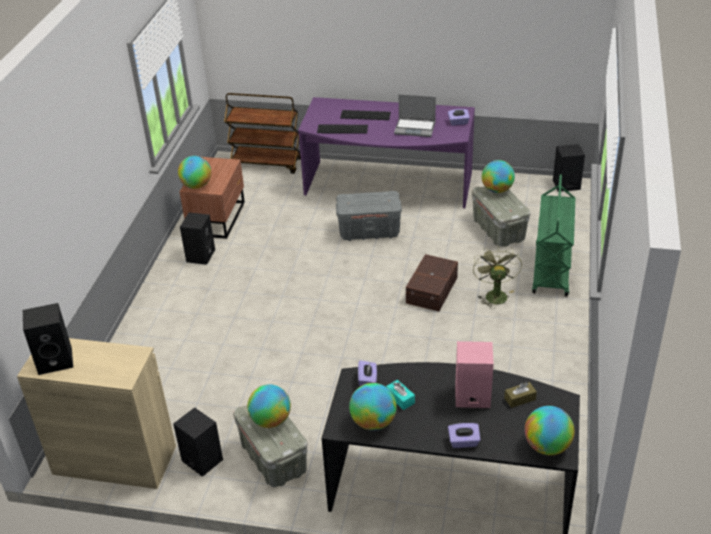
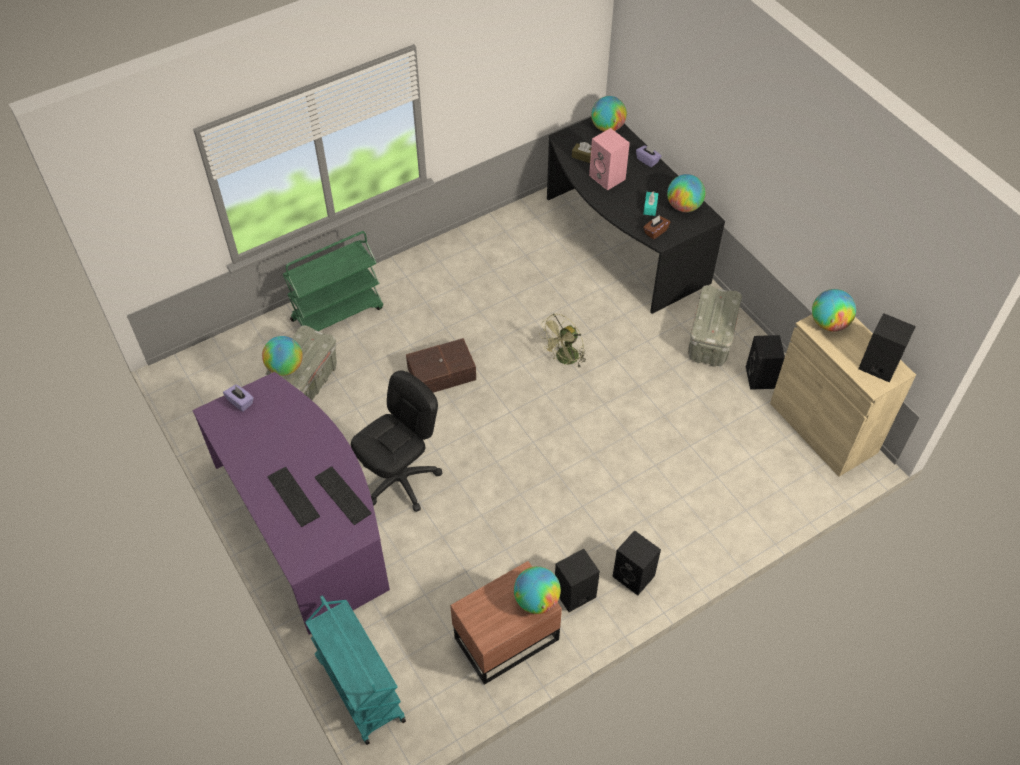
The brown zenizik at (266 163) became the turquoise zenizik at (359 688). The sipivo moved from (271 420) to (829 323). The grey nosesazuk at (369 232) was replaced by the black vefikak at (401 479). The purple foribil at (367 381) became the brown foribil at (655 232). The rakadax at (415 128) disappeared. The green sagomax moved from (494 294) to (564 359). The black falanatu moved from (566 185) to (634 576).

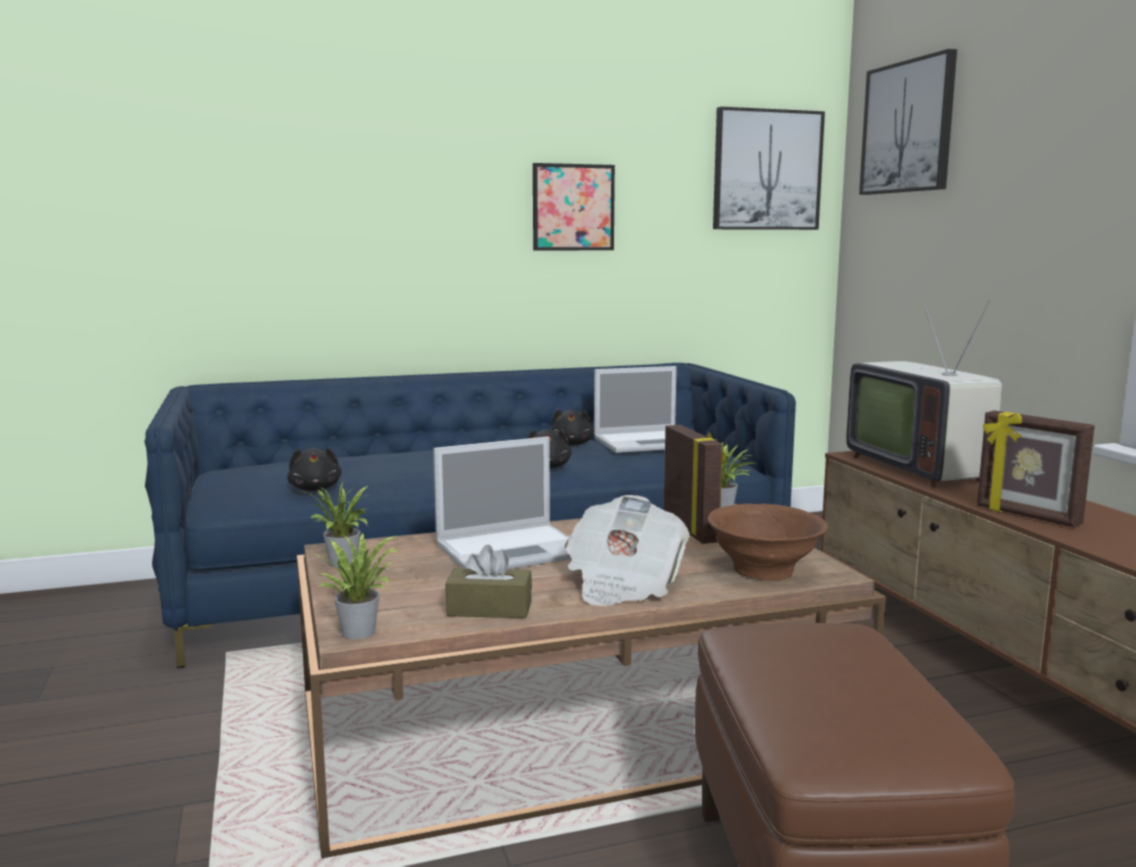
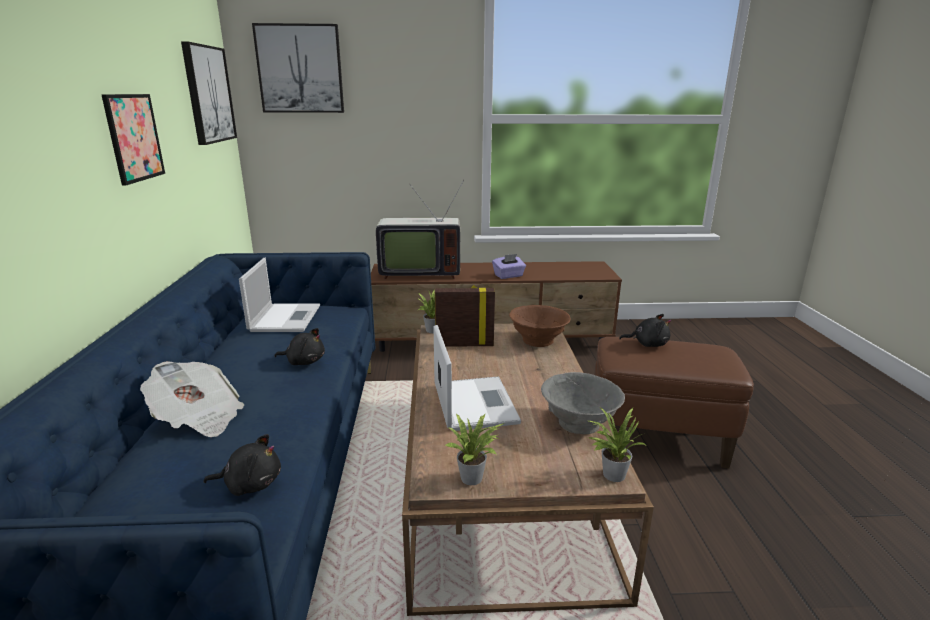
The brown foribil at (489 609) was replaced by the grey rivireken at (579 423). The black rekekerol moved from (571 444) to (647 344). The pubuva moved from (623 583) to (198 418). The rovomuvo at (1027 516) was replaced by the purple foribil at (508 276).

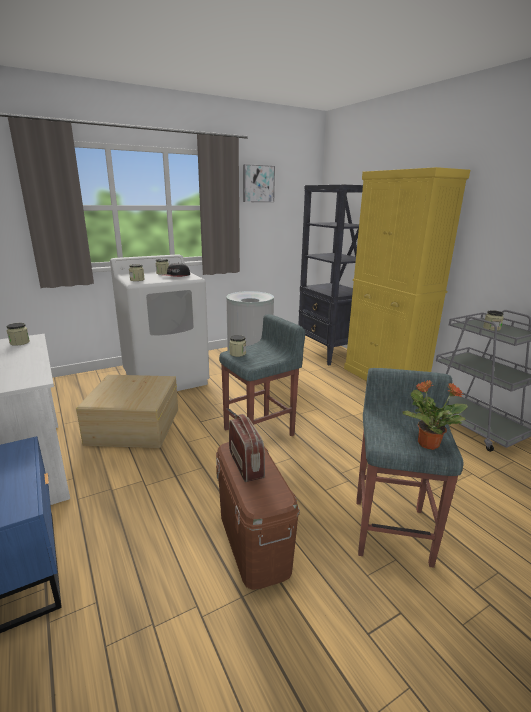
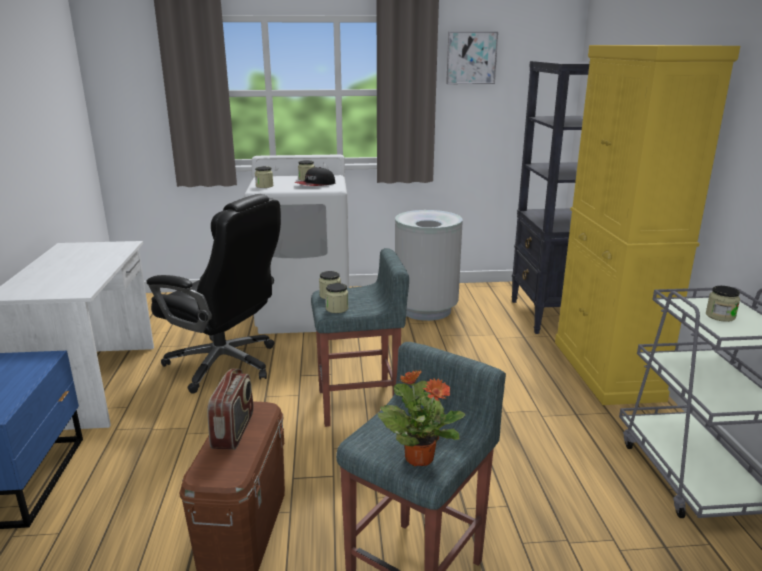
The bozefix moved from (19 342) to (337 309). The beige nosesazuk at (133 426) was replaced by the black vefikak at (225 364).

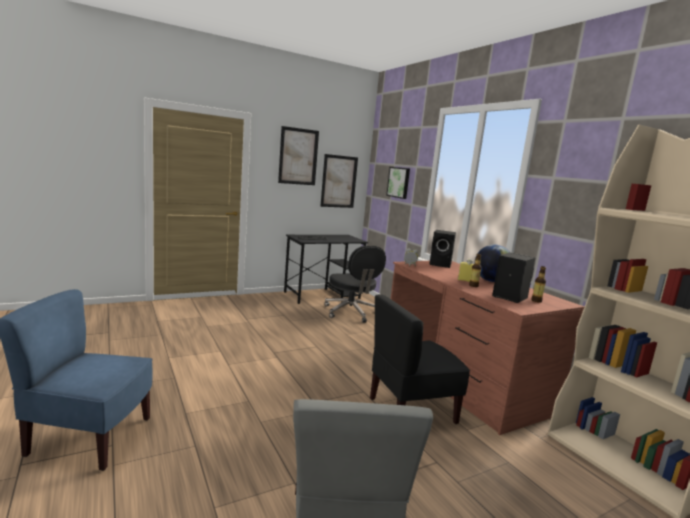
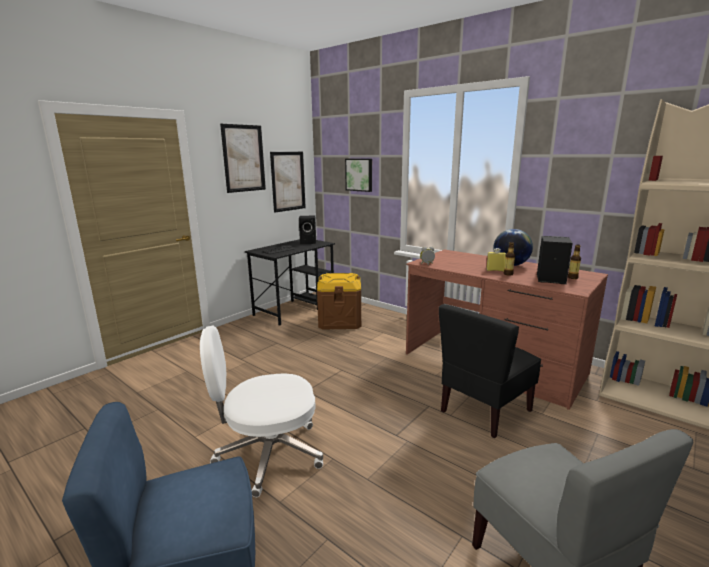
The black vefikak at (351 312) was replaced by the brown nosesazuk at (340 321). The black falanatu moved from (441 264) to (309 242). The white vefikak at (268 454) appeared.

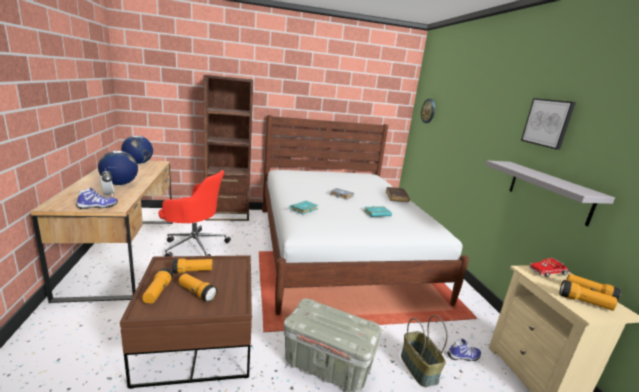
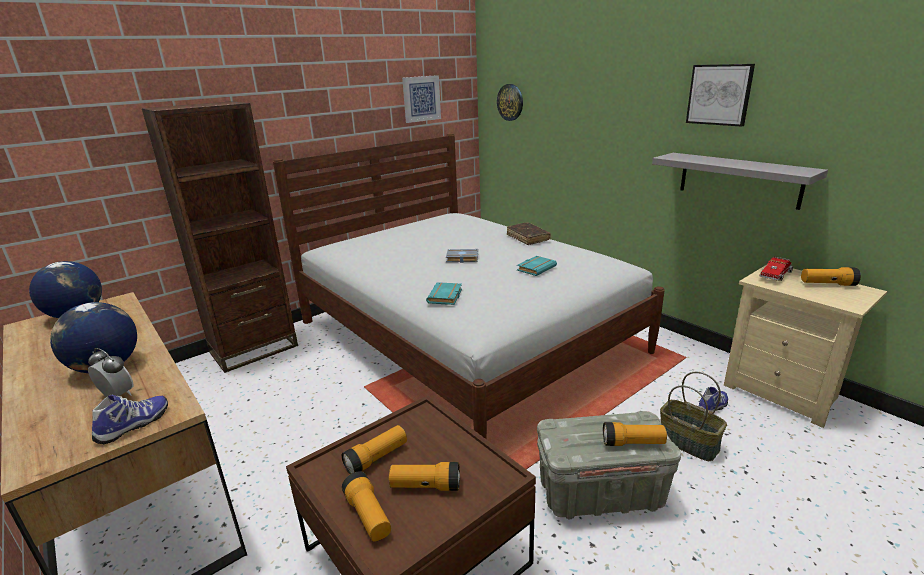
The red vefikak at (194 245) disappeared. The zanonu moved from (584 302) to (633 443). The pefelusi at (421 98) appeared.

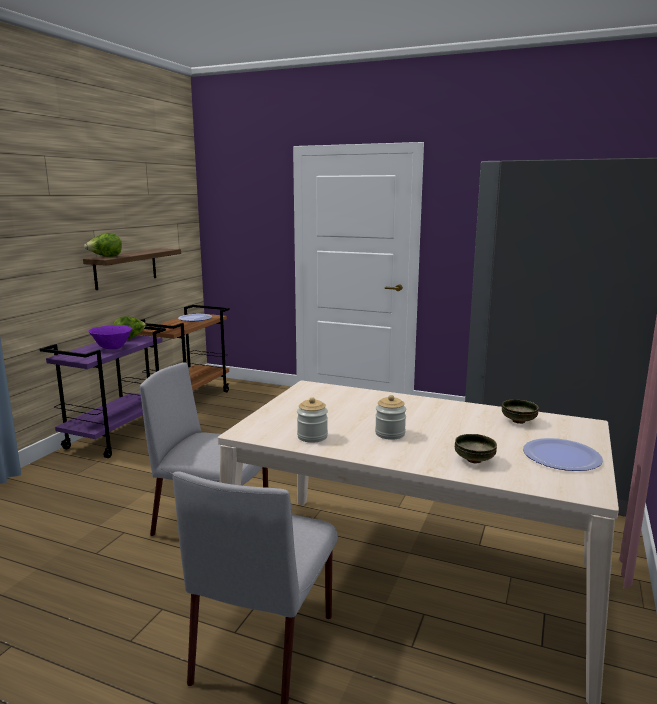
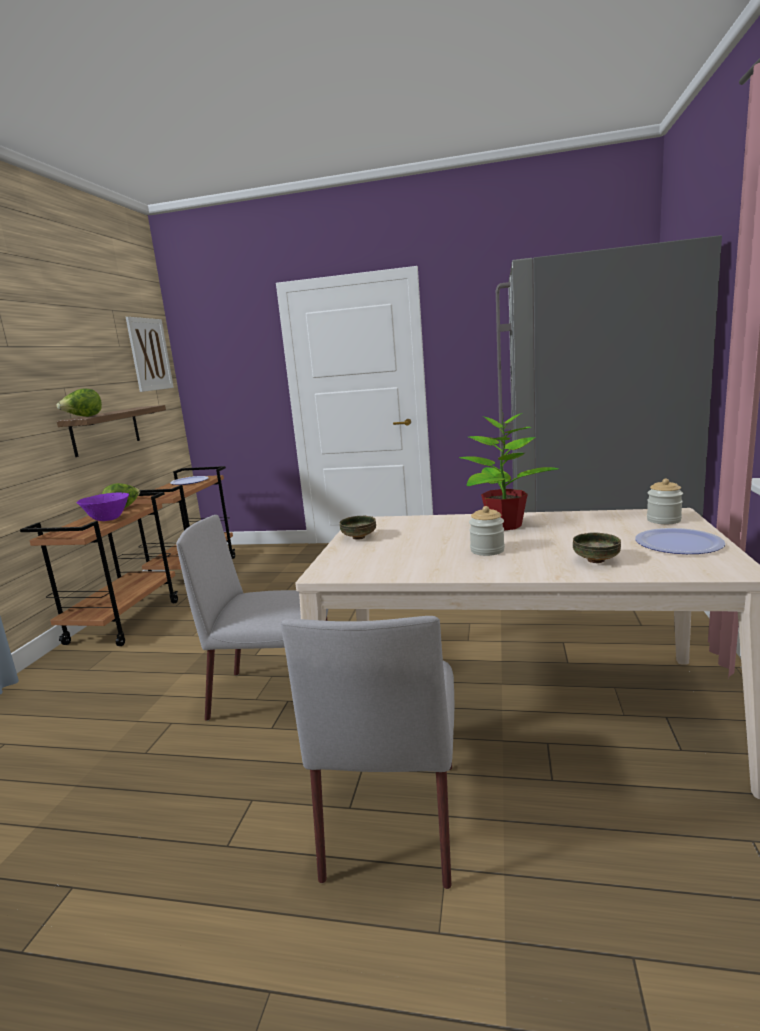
The purple zenizik at (117 436) became the brown zenizik at (124 621). The bozefix moved from (312 436) to (663 520). The rivireken moved from (519 421) to (359 537). The pefelusi at (149 354) appeared. The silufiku at (503 525) appeared.

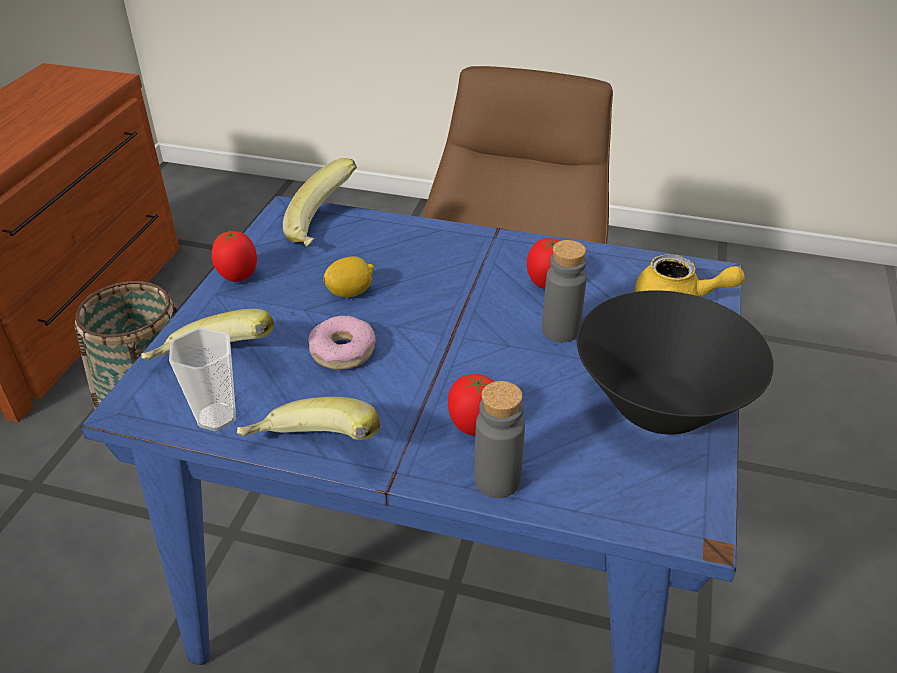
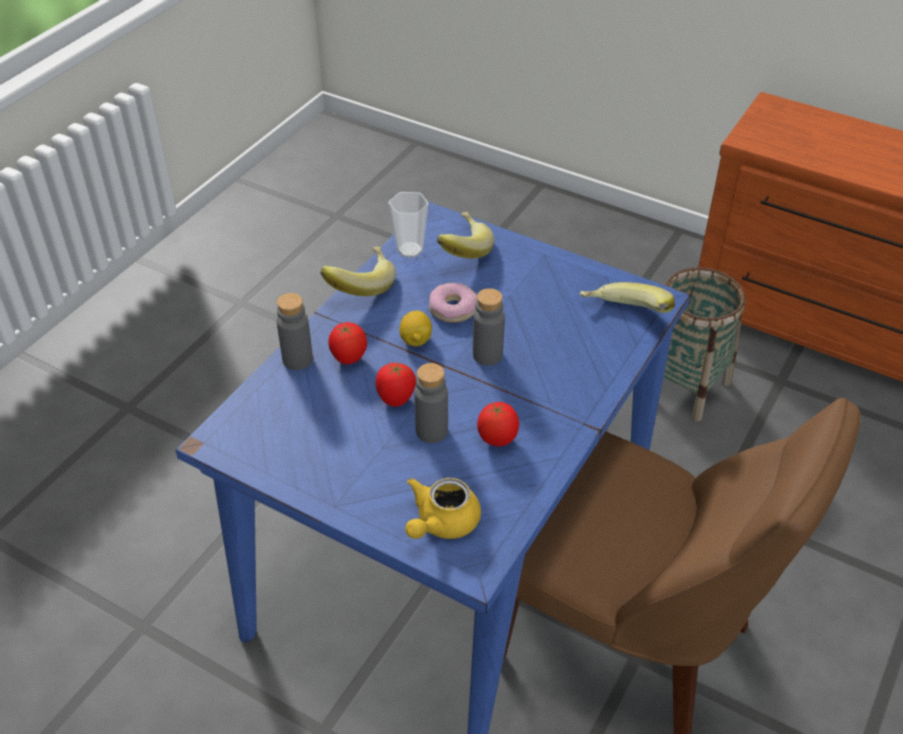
The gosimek moved from (238 277) to (396 400). The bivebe moved from (350 292) to (416 340). The black rivireken at (660 405) disappeared. The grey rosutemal at (487 355) appeared.

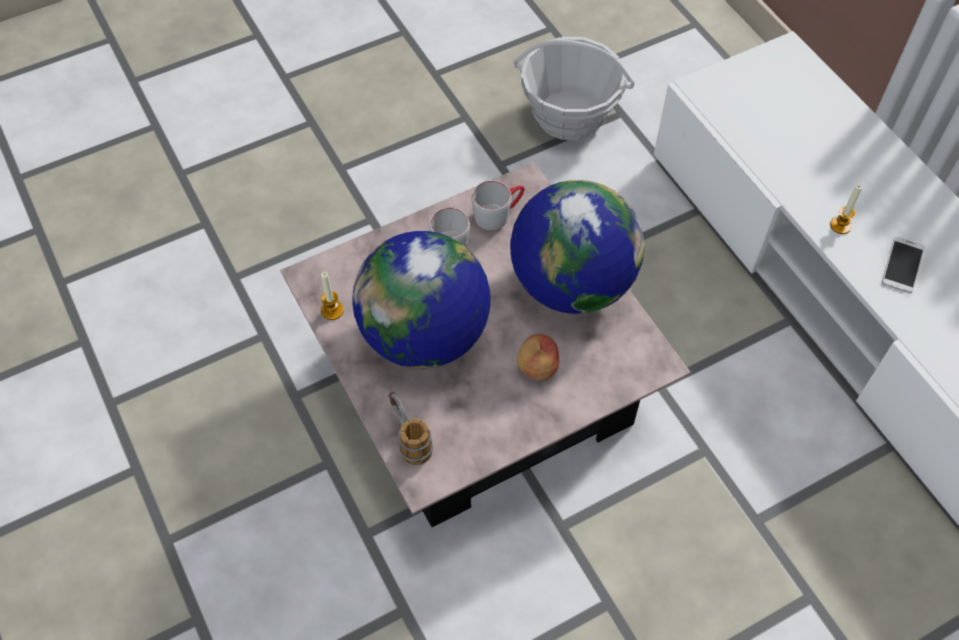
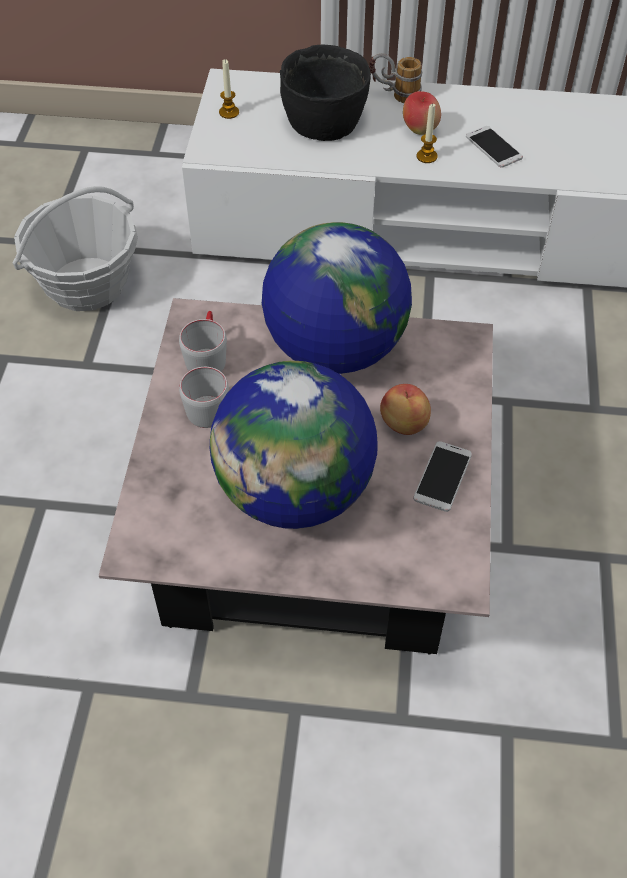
The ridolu moved from (332 310) to (229 112). The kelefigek moved from (409 439) to (394 95). The black rivireken at (325 120) appeared. The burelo at (420 130) appeared. The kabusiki at (442 476) appeared.

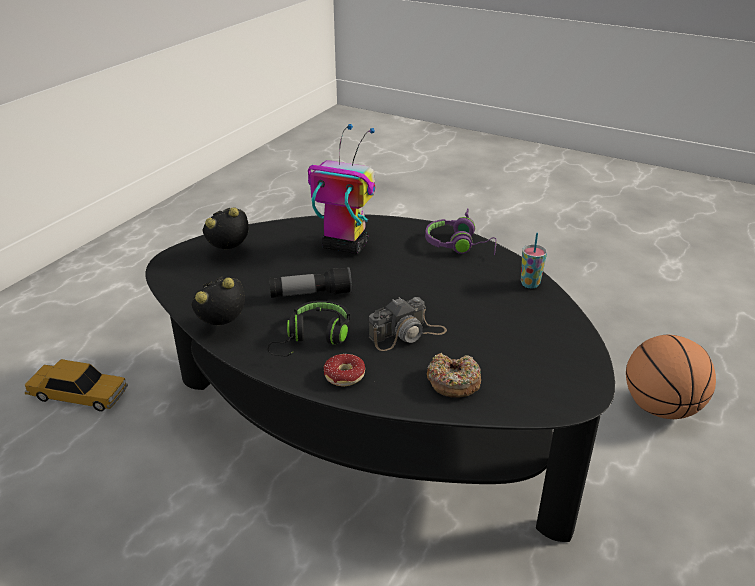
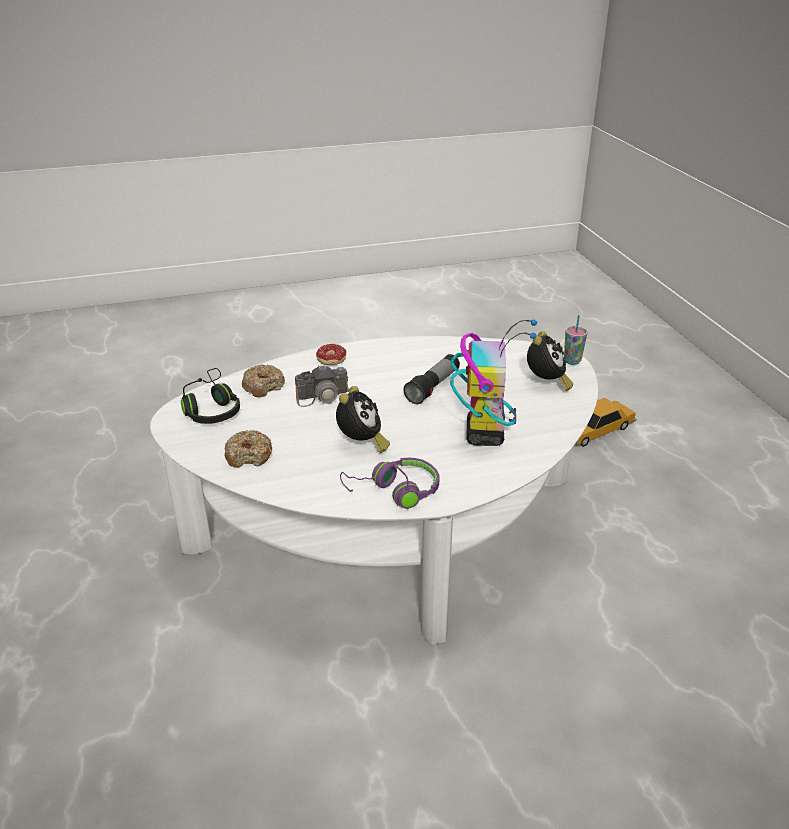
The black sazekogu at (373 425) became the white sazekogu at (392 533). The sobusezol moved from (224 326) to (361 444). The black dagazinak moved from (313 338) to (212 408). The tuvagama at (344 246) turned 60 degrees counterclockwise. The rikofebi at (407 334) turned 120 degrees counterclockwise. The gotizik moved from (530 284) to (572 361). The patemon at (660 408) disappeared. The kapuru at (249 456) appeared.

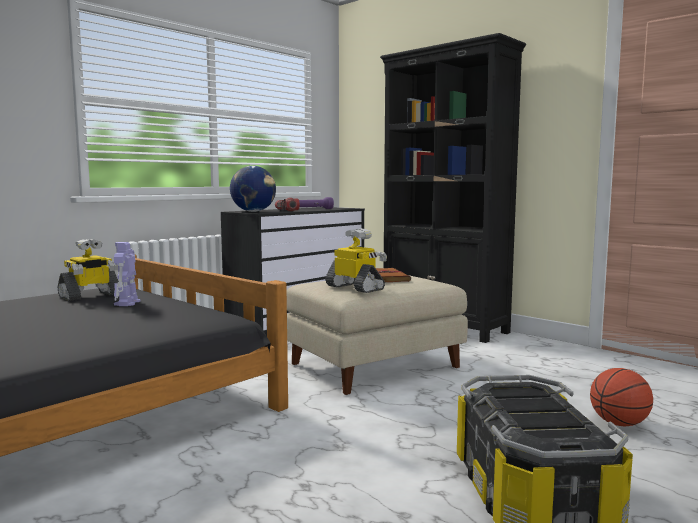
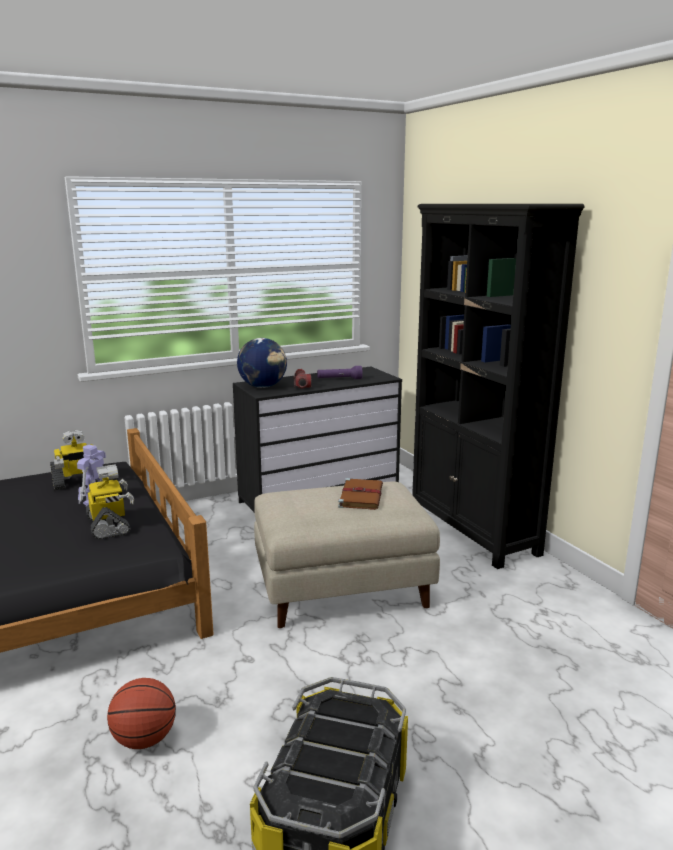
The tuvagama moved from (356 288) to (109 526). The patemon moved from (619 423) to (145 739).

